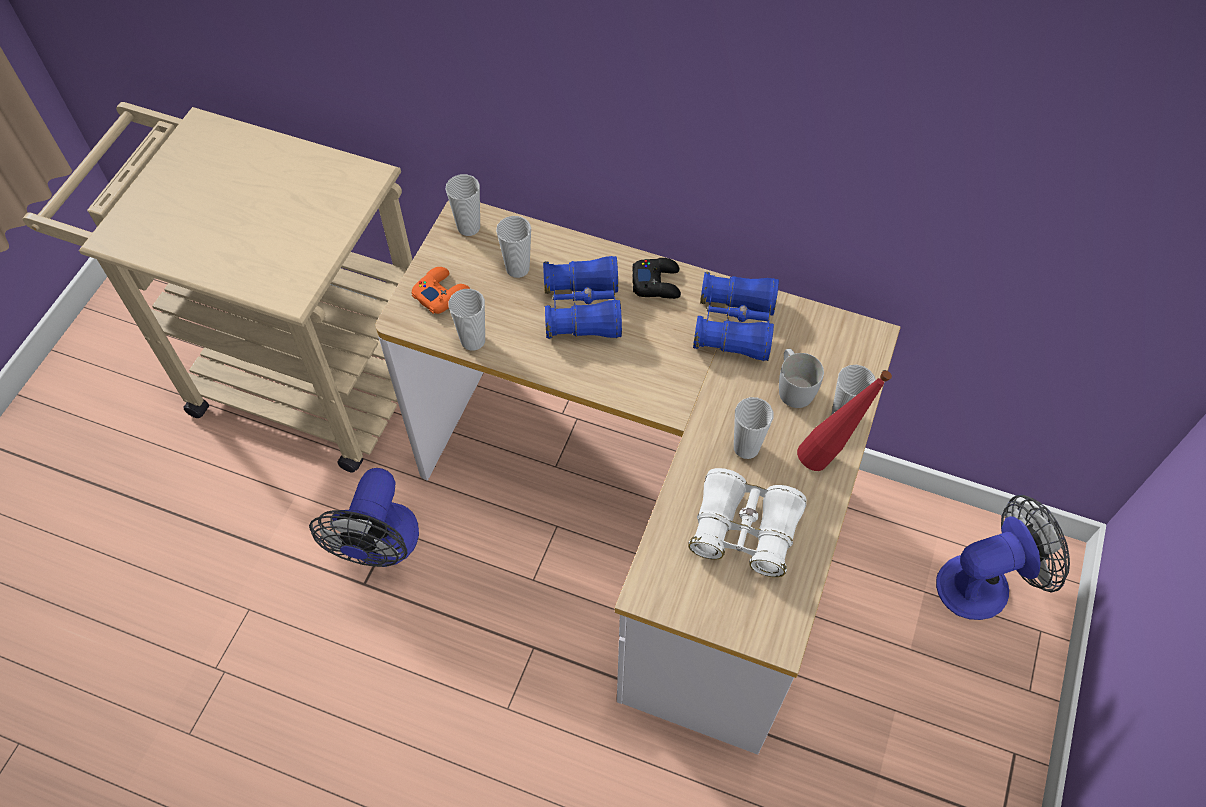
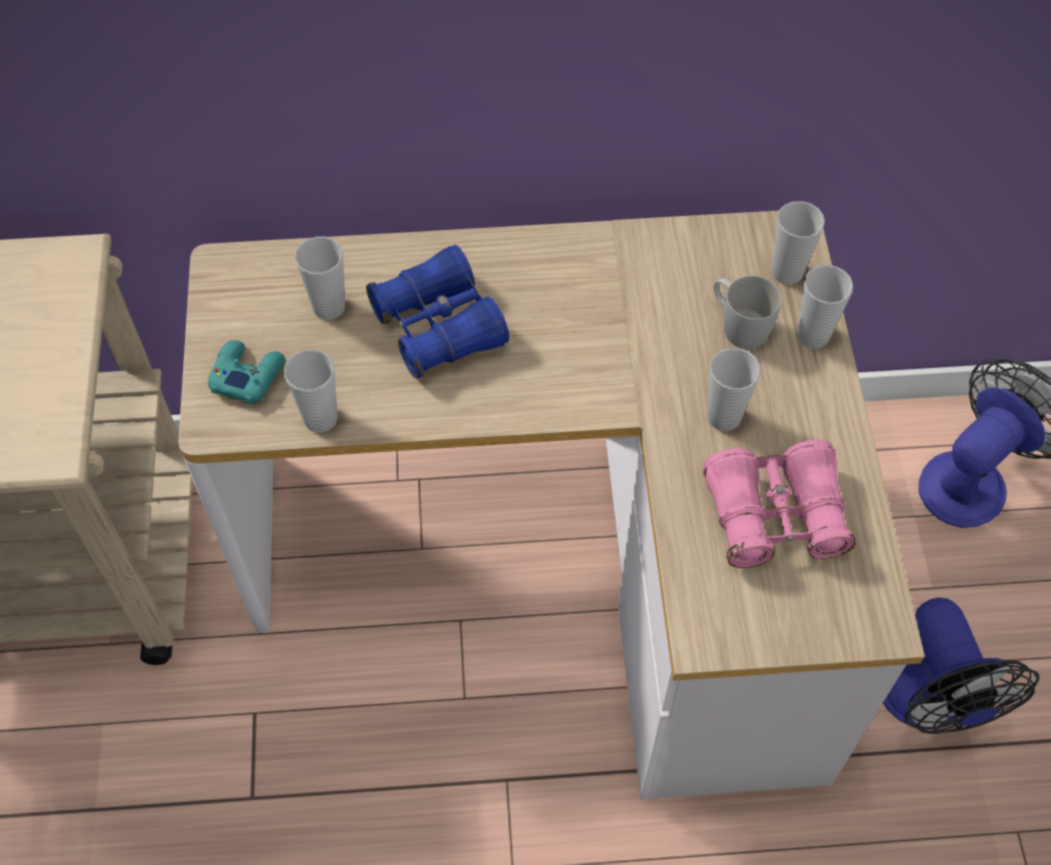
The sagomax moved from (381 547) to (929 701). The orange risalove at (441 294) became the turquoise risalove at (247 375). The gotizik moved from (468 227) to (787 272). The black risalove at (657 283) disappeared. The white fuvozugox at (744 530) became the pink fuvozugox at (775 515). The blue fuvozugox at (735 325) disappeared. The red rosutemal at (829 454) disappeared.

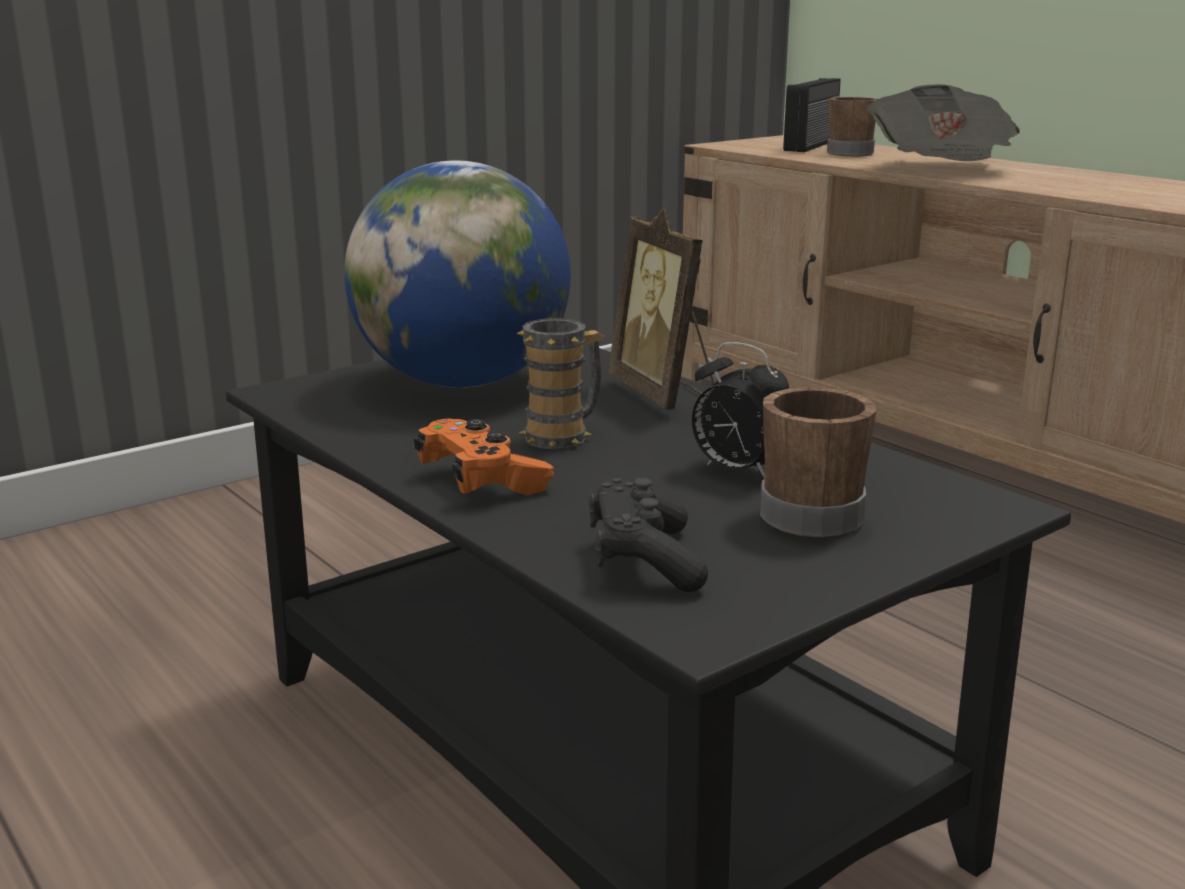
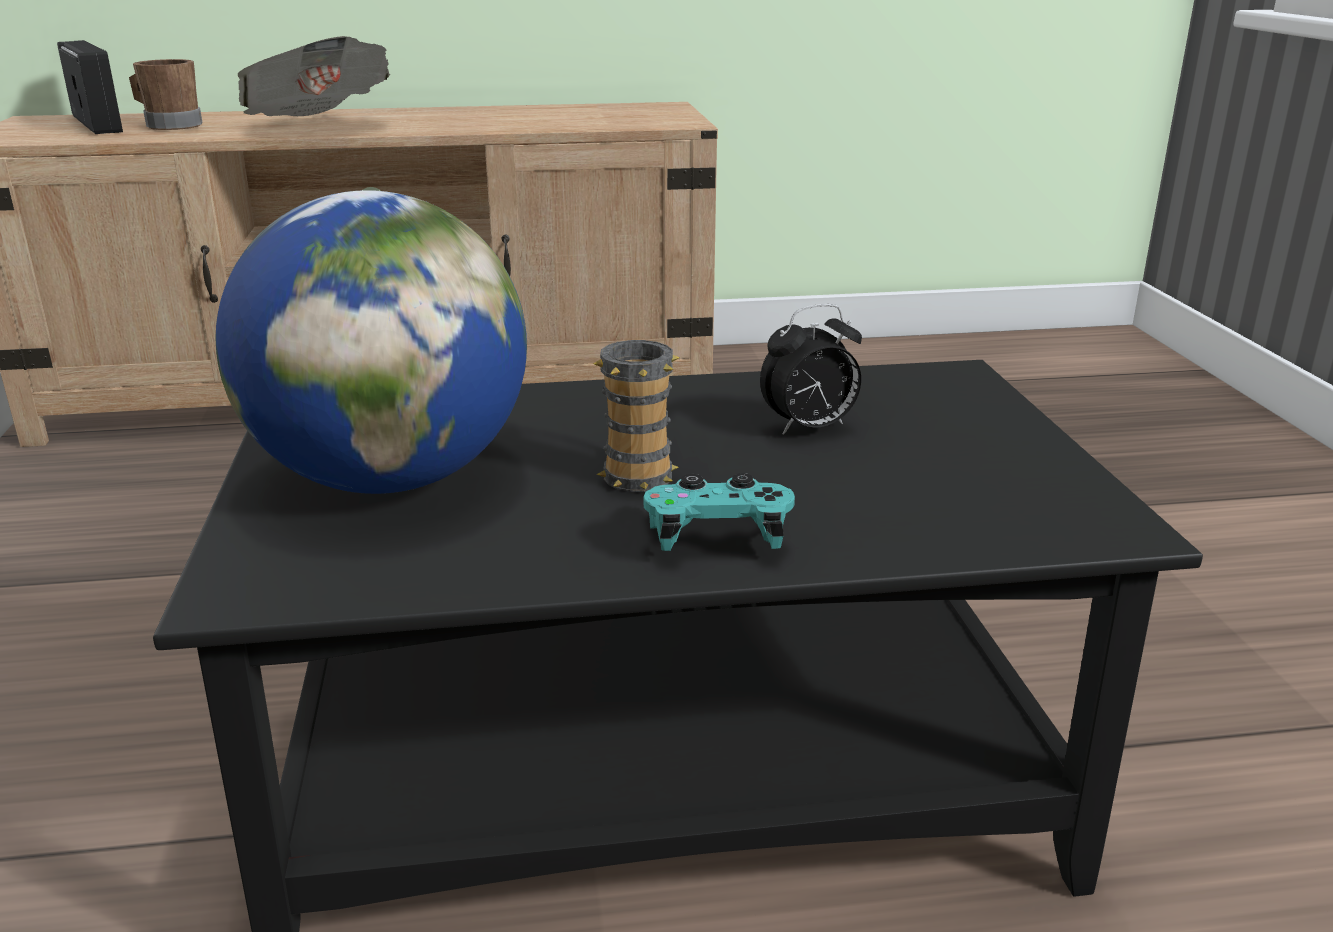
The orange risalove at (482 480) became the turquoise risalove at (716 537). The black risalove at (644 561) disappeared. The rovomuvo at (664 395) disappeared. The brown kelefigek at (813 512) disappeared.

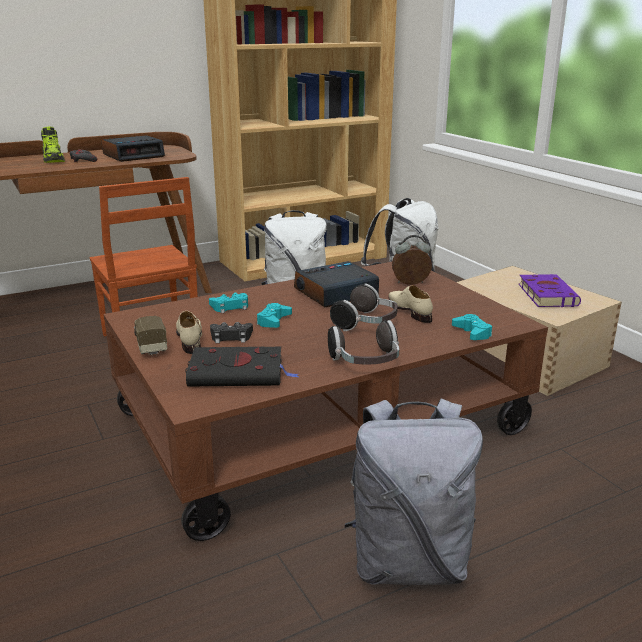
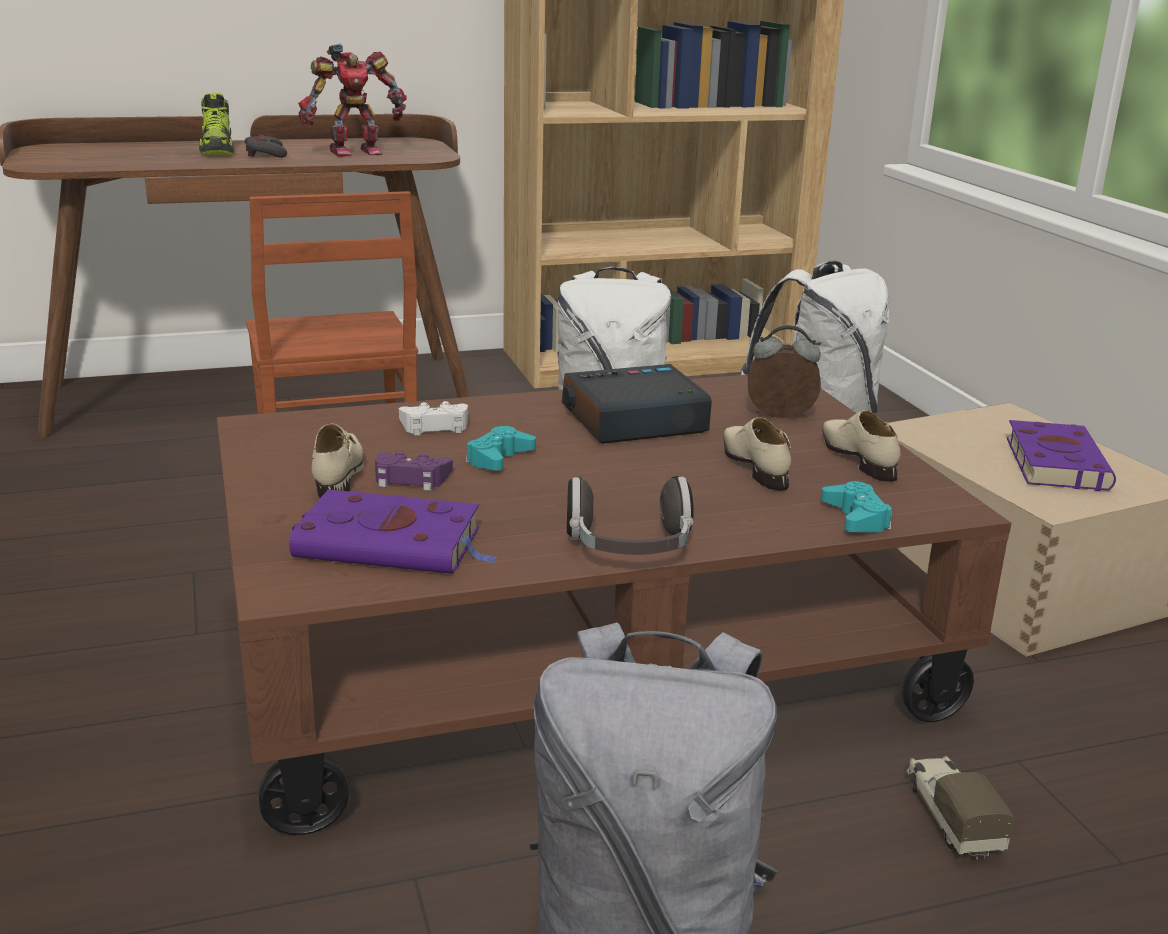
The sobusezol at (134 155) was replaced by the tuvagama at (354 152). The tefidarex moved from (150 343) to (950 817). The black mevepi at (239 373) became the purple mevepi at (393 544). The turquoise risalove at (230 307) became the white risalove at (435 426). The black risalove at (231 337) became the purple risalove at (411 479). The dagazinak at (367 323) disappeared. The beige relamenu at (858 457) appeared.

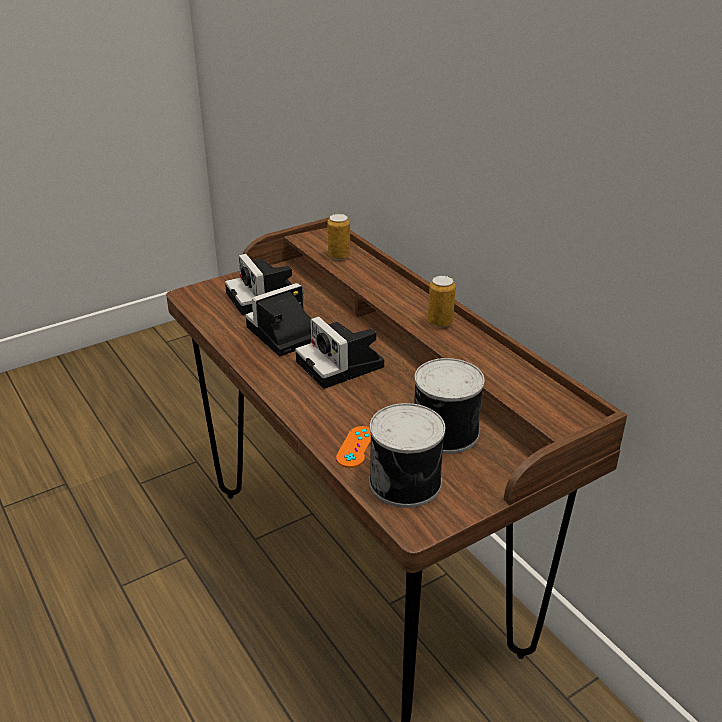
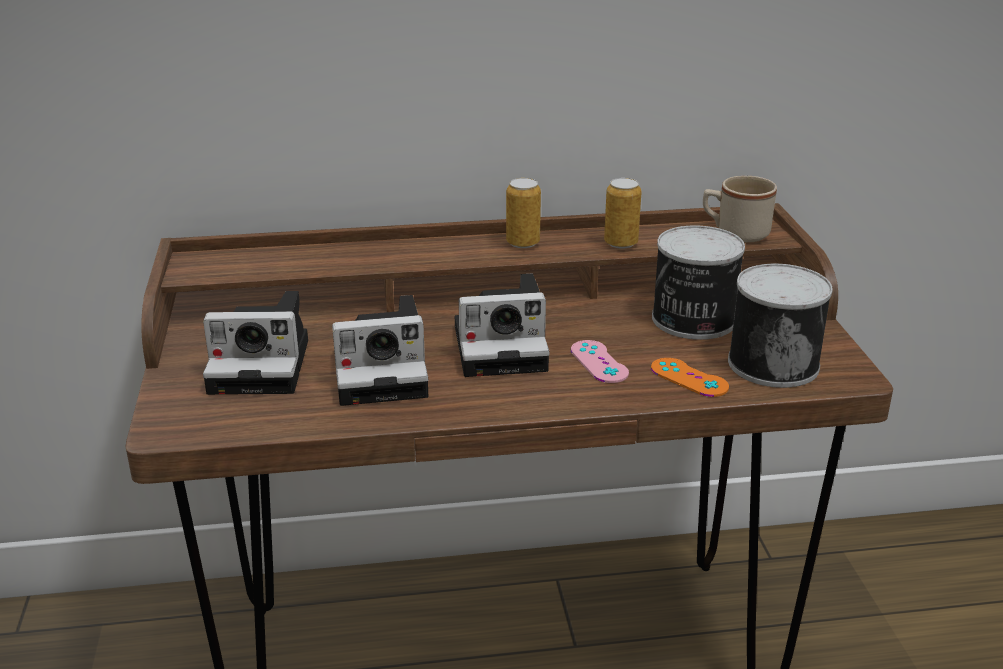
The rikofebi at (283 335) turned 90 degrees counterclockwise. The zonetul moved from (339 256) to (621 243). The pink risalove at (599 362) appeared. The beige kelefigek at (735 233) appeared.

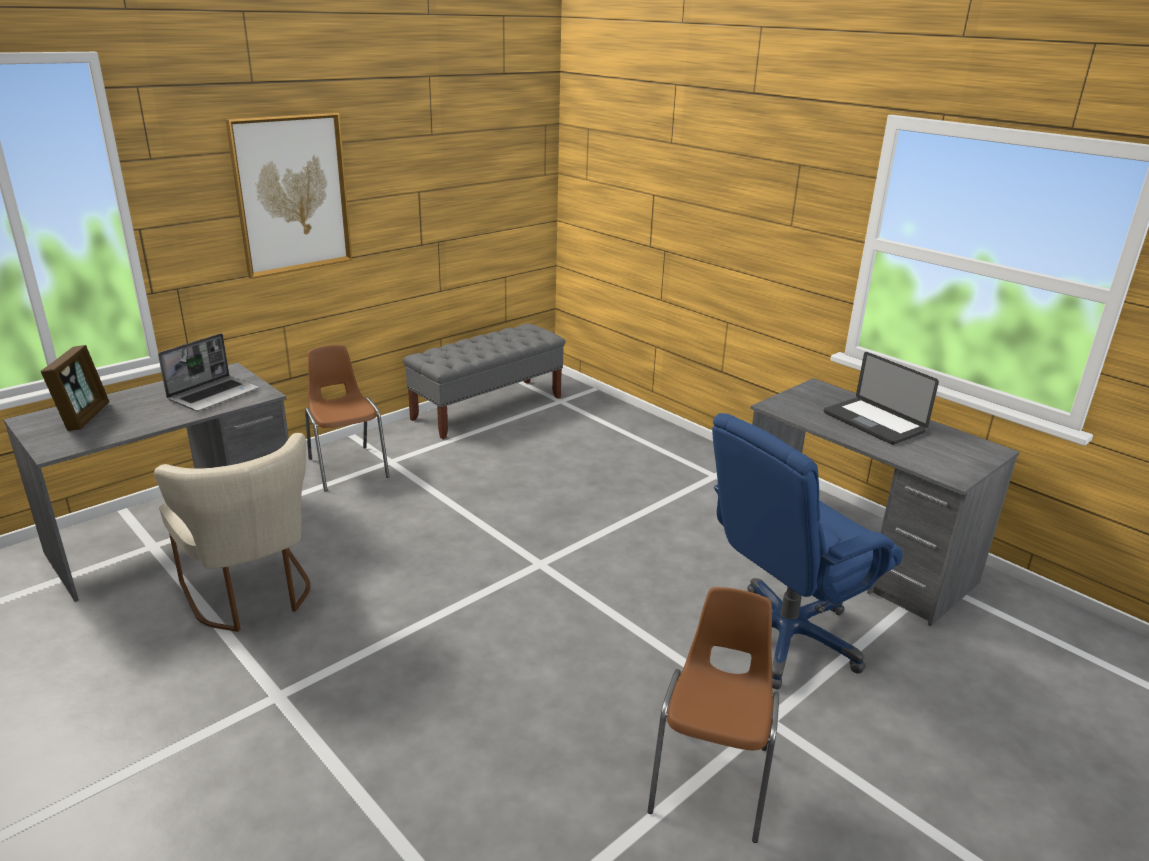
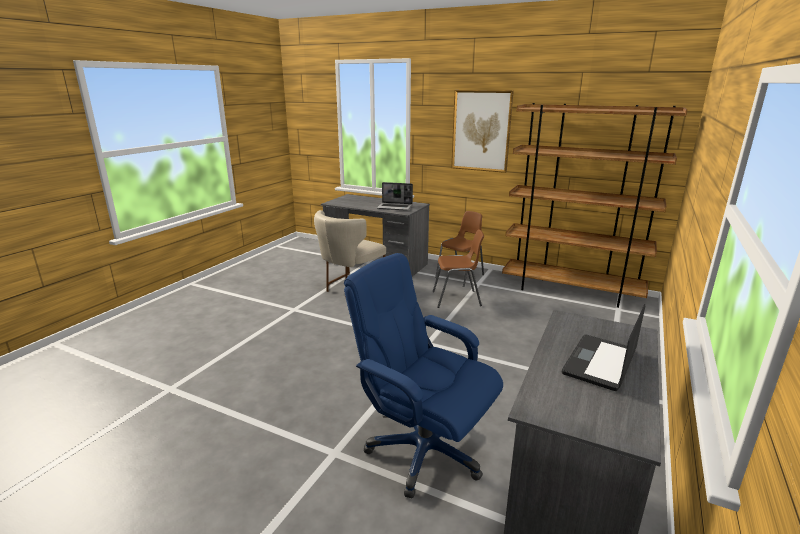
The rovomuvo at (84 416) disappeared. The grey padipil at (488 408) was replaced by the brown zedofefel at (571 291). The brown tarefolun moved from (712 779) to (457 299).

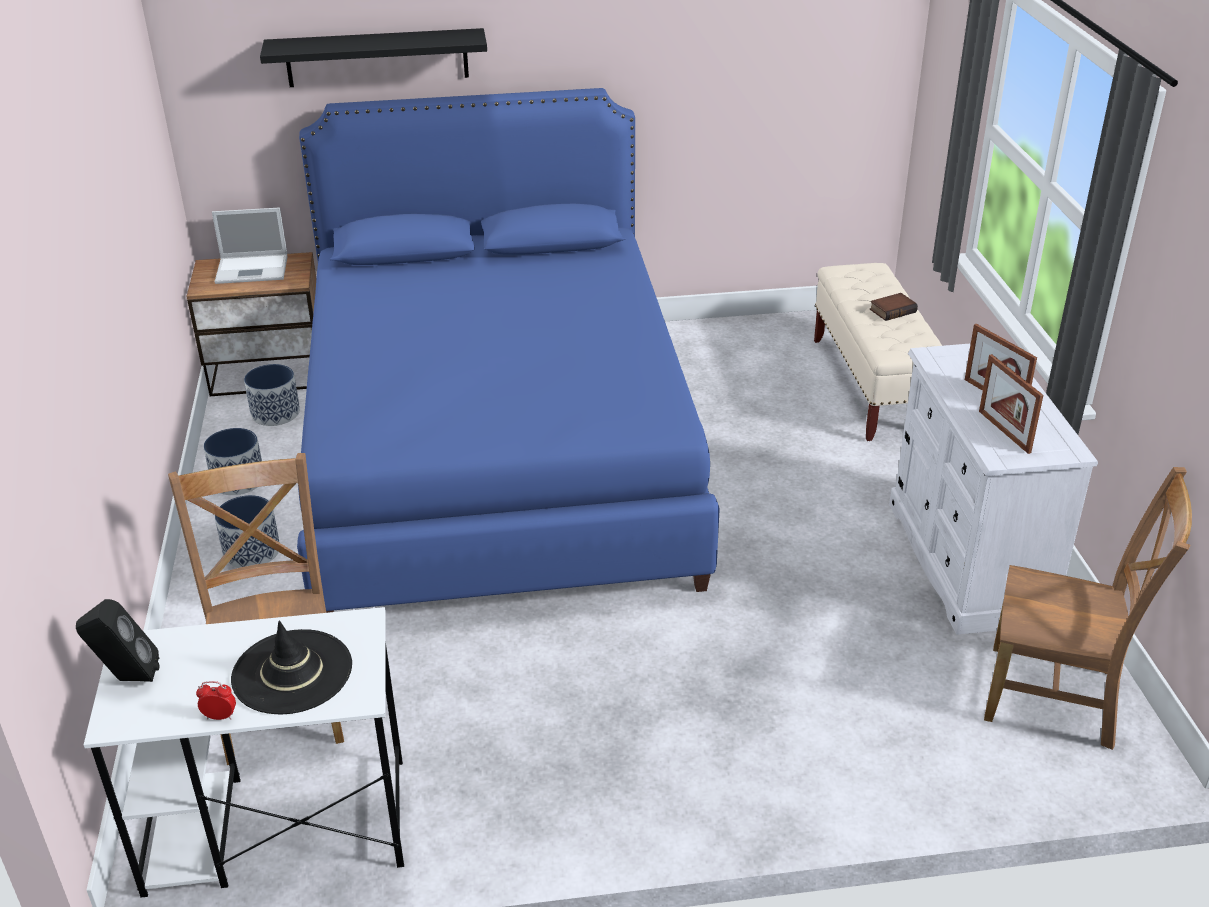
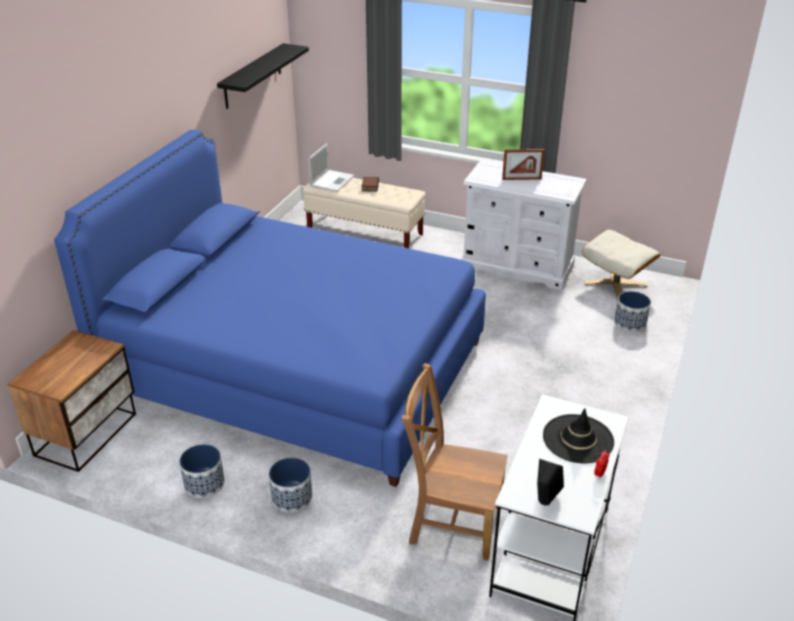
The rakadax moved from (253 269) to (332 181). The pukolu moved from (275 414) to (630 323). The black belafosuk moved from (377 58) to (253 76). The rovomuvo at (1004 431) disappeared. The brown tarefolun at (1058 697) was replaced by the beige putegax at (616 284).

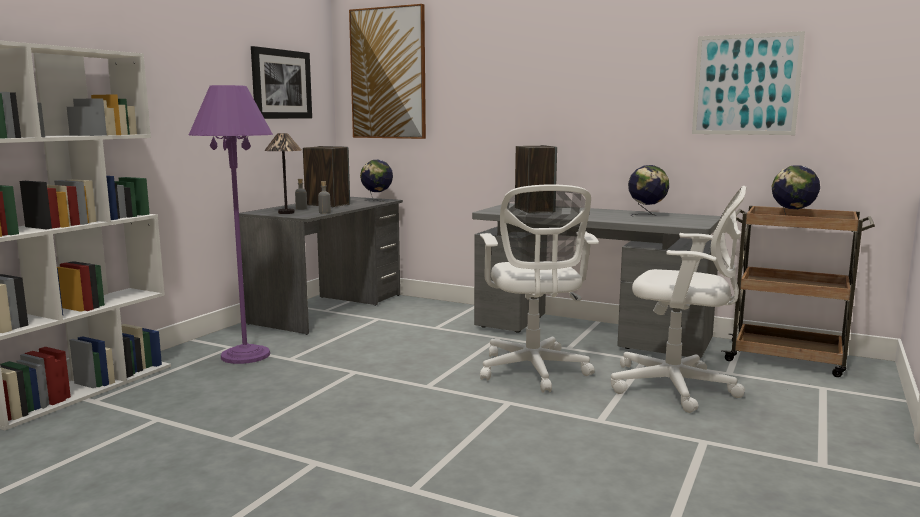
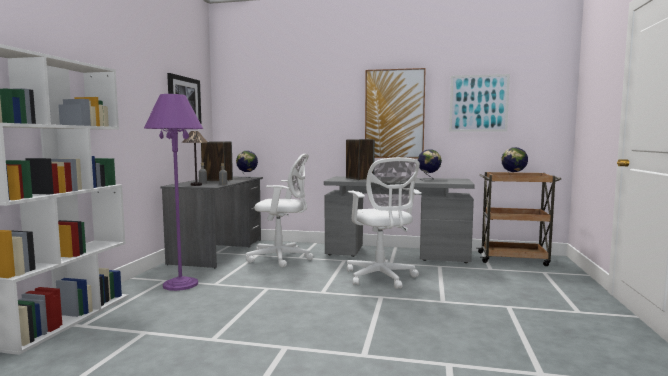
The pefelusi moved from (388 73) to (394 114). The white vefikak moved from (678 388) to (282 258).

